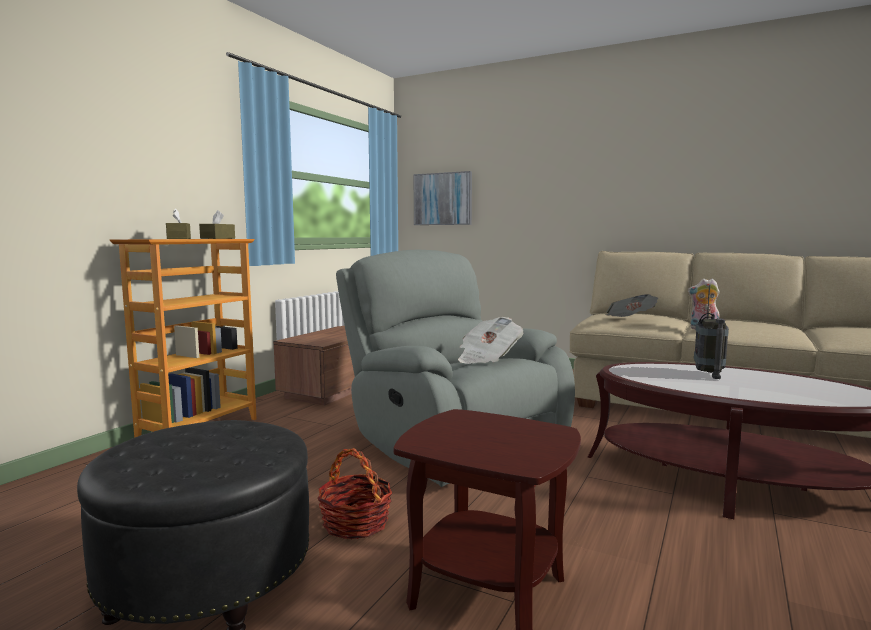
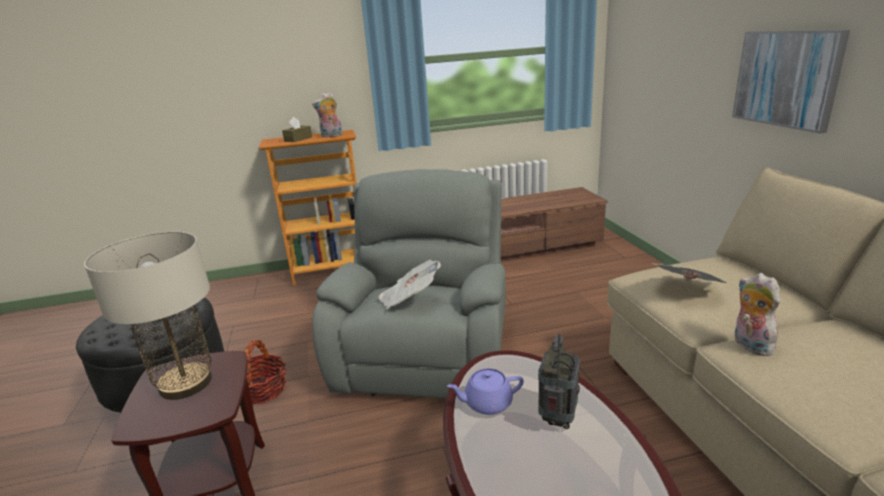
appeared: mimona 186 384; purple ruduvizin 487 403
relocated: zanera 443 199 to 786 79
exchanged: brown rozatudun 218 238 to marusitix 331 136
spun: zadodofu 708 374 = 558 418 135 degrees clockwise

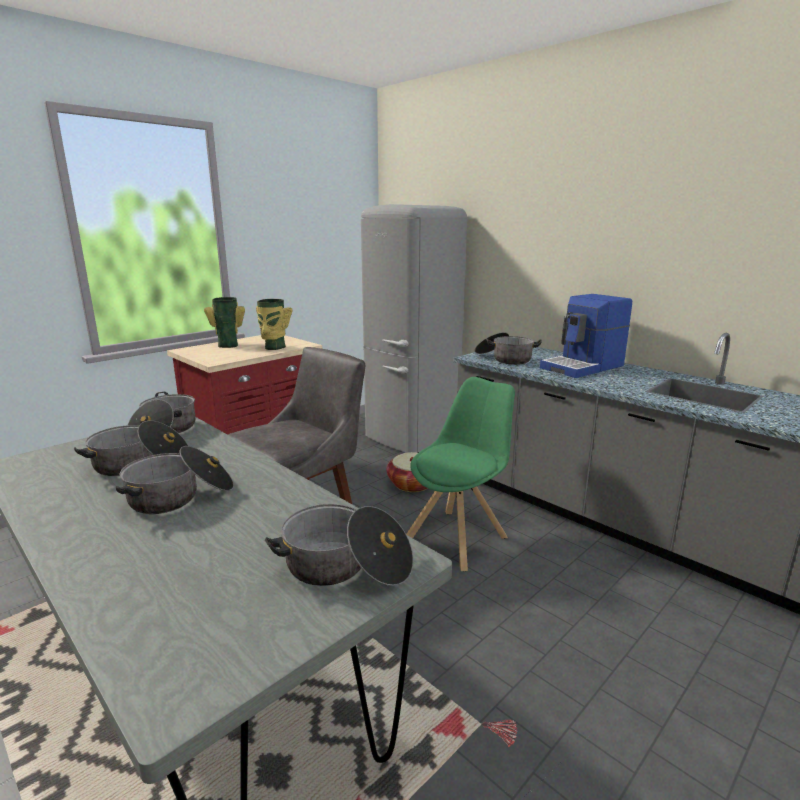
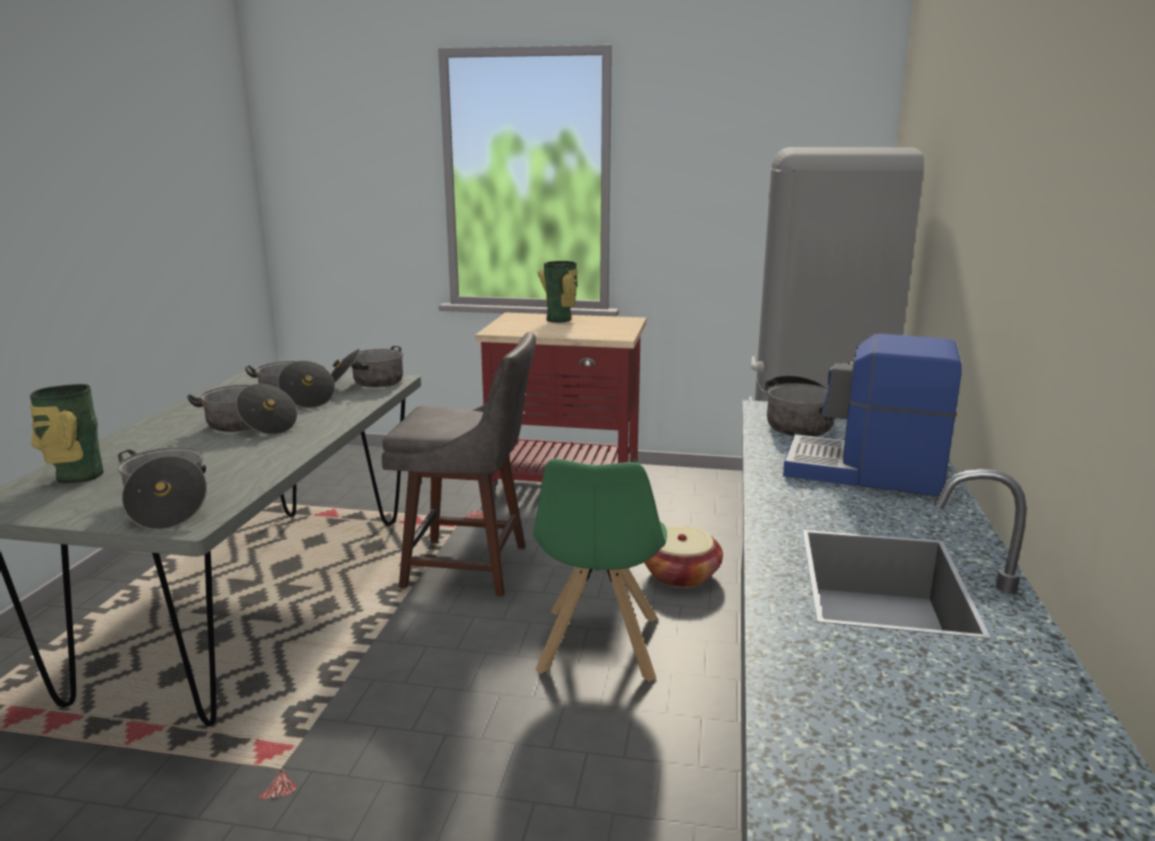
relocated: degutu 273 347 to 77 476
spun: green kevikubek 458 536 = 599 648 90 degrees clockwise

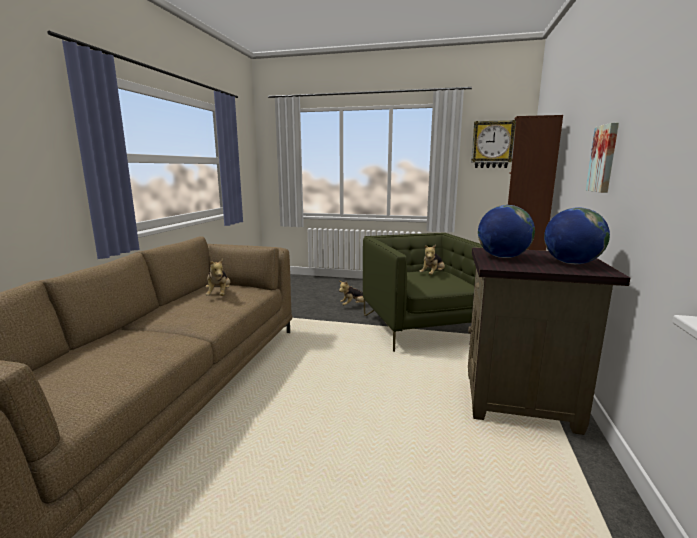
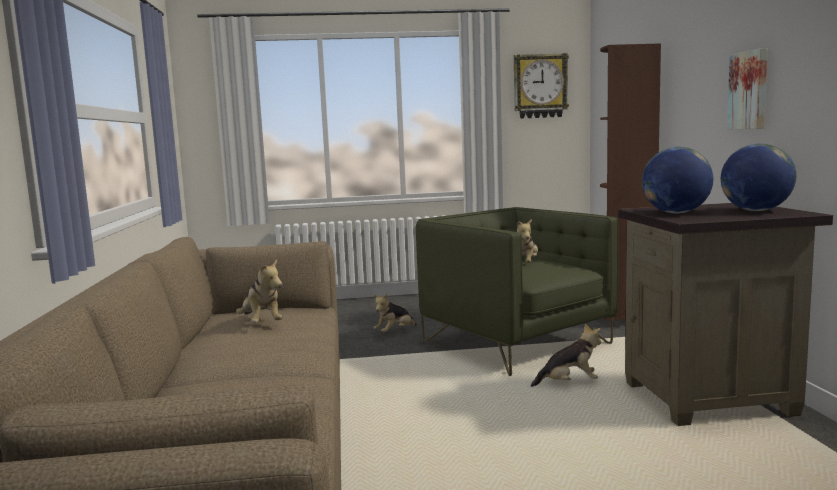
appeared: marusitix 569 383

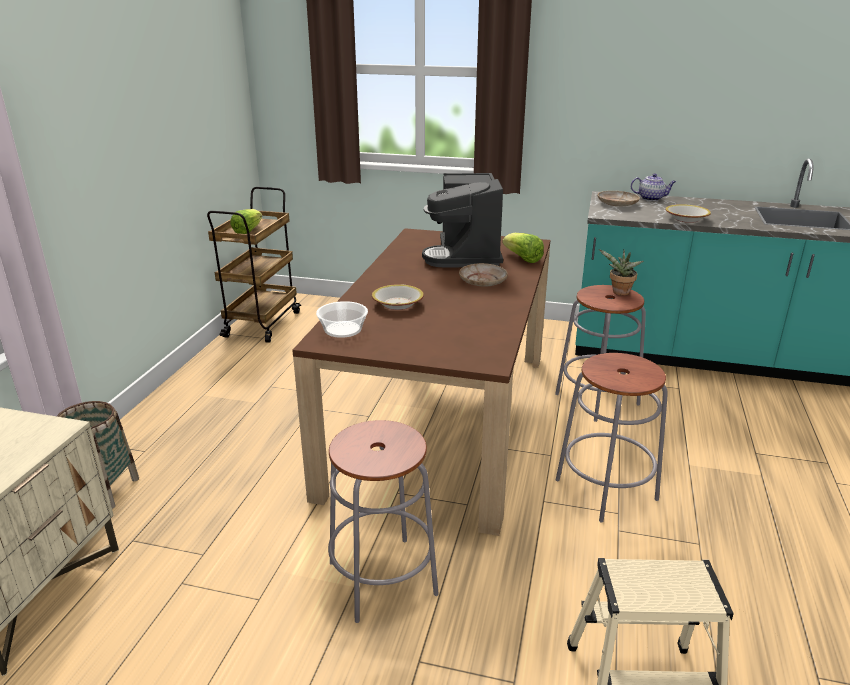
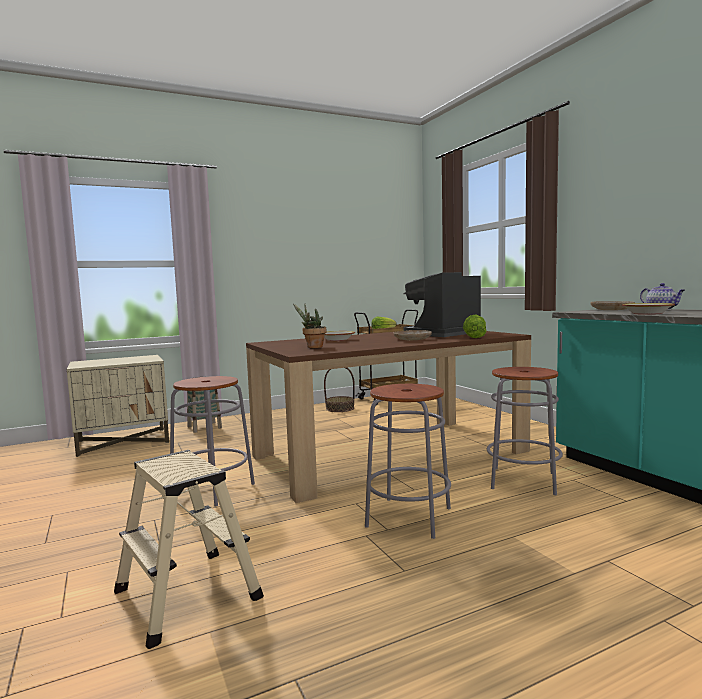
missing: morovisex 342 329
appeared: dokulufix 340 408
relocated: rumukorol 619 293 to 312 347

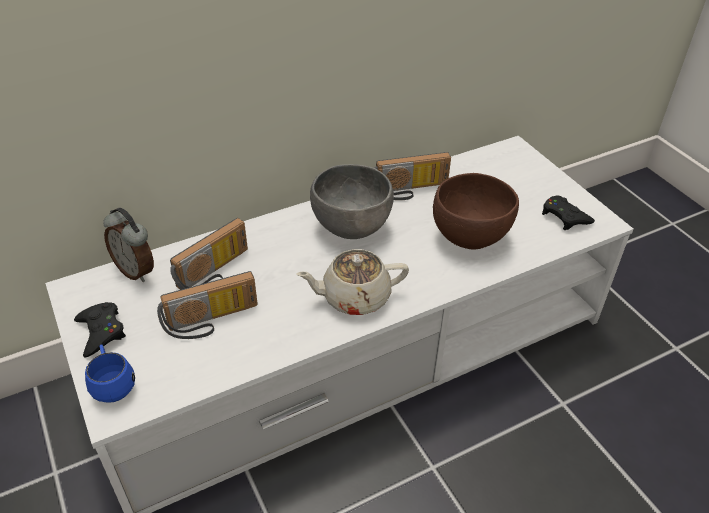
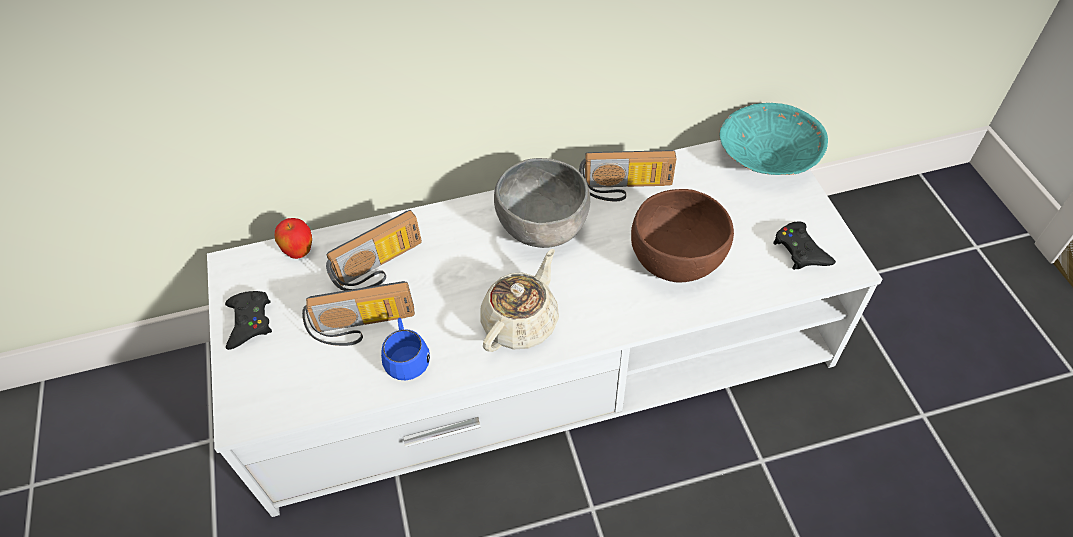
appeared: turquoise morovisex 766 158
relocated: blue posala 113 384 to 407 359
exchanged: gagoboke 136 270 to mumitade 300 252
spun: beige ruduvizin 354 297 = 521 321 120 degrees clockwise

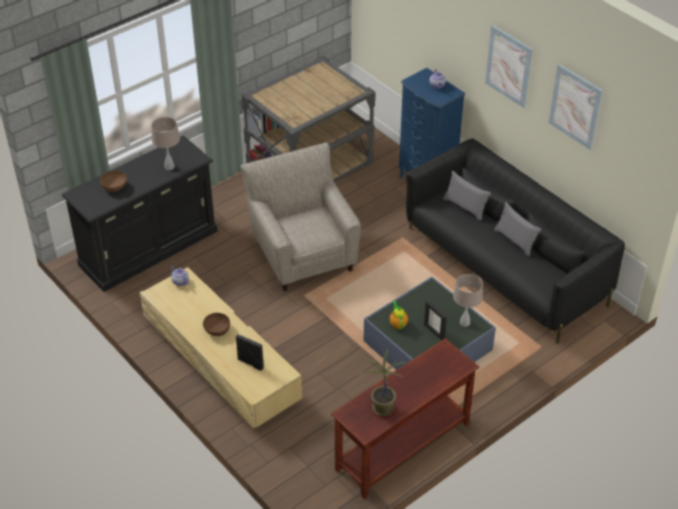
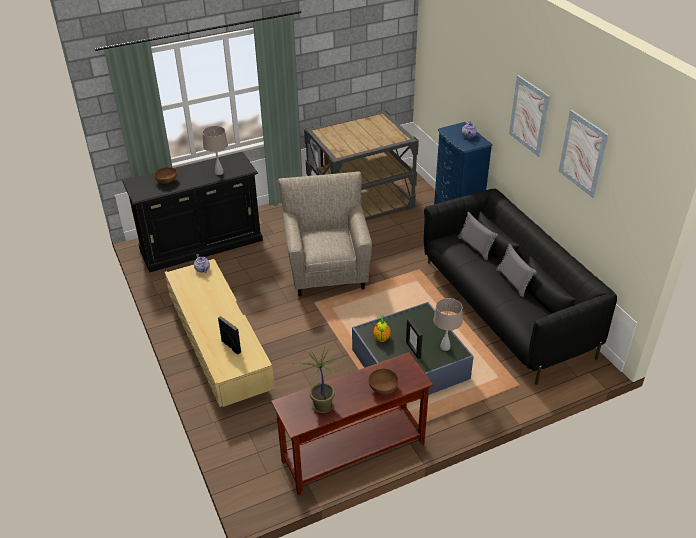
relocated: brown morovisex 217 330 to 383 388

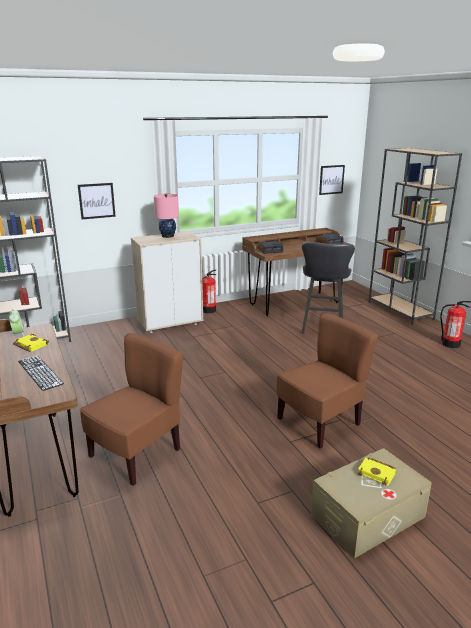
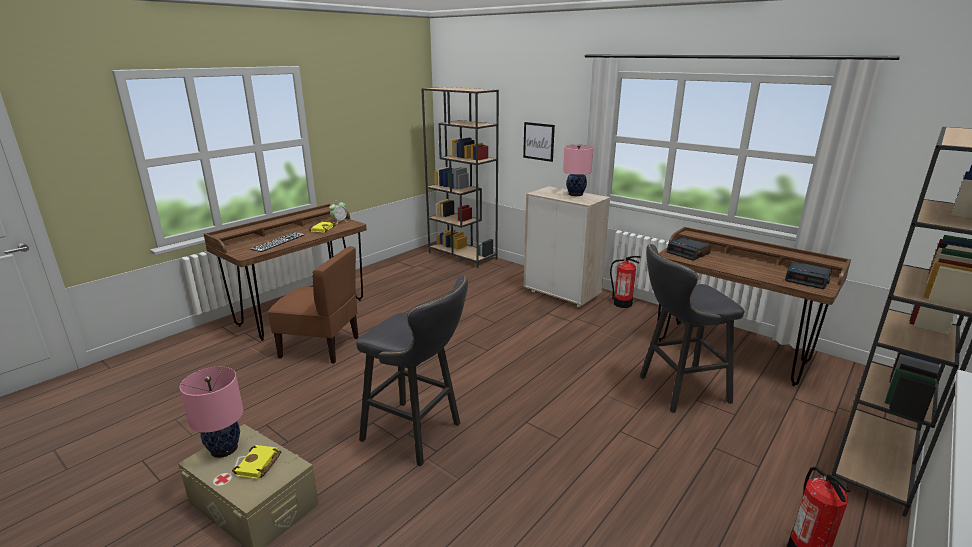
missing: zanera 331 179
appeared: pink mimona 224 449
exchanged: brown kevikubek 319 422 to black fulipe 420 435

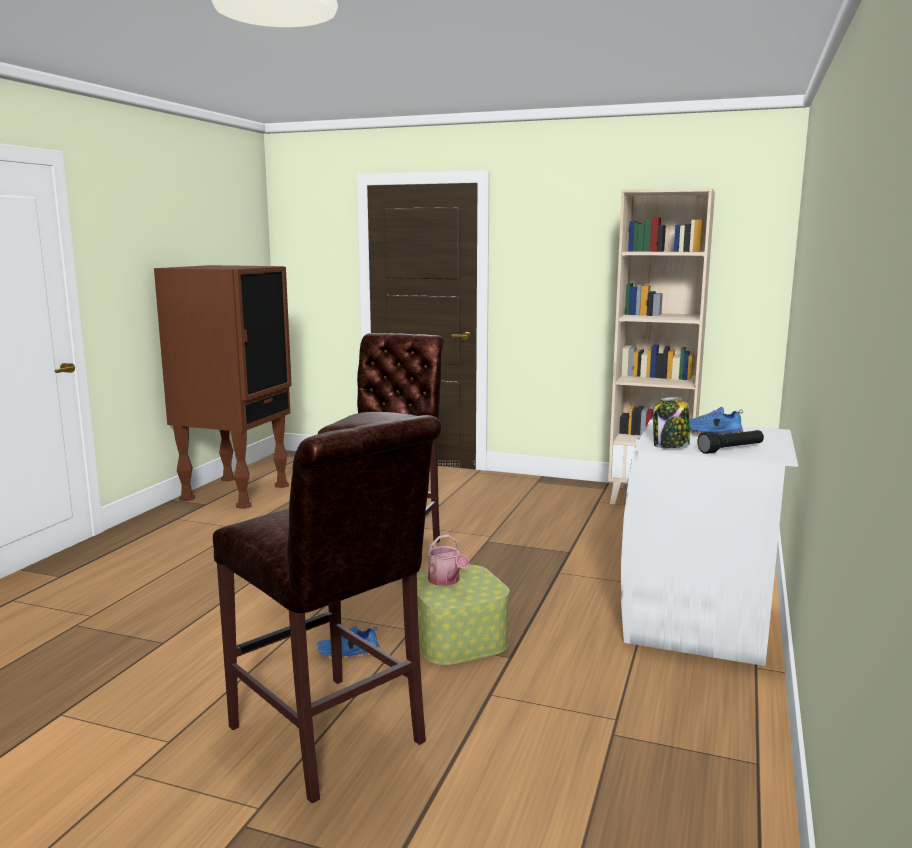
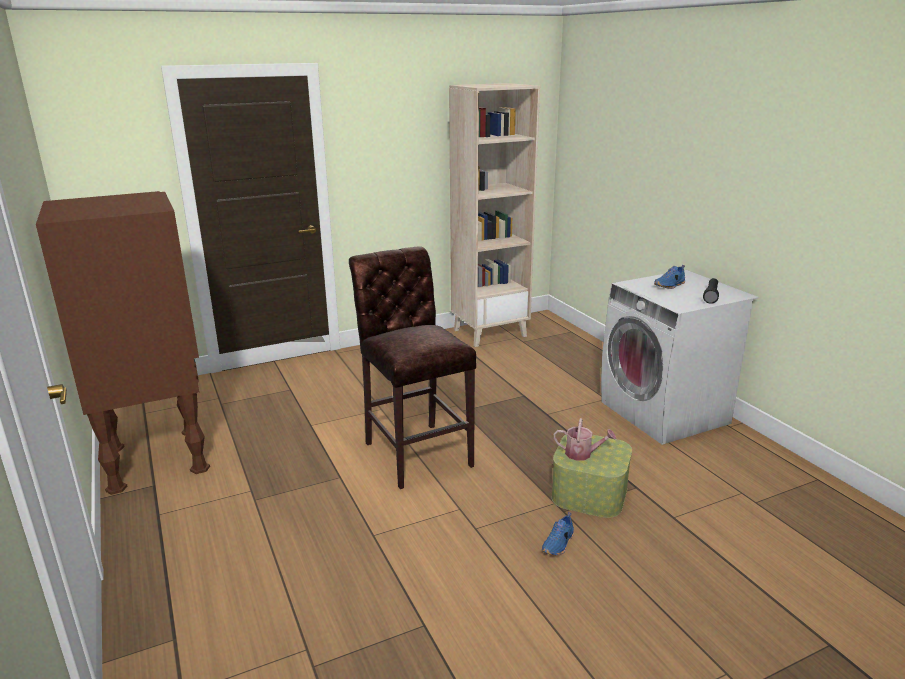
missing: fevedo 670 445; brown fulipe 331 740

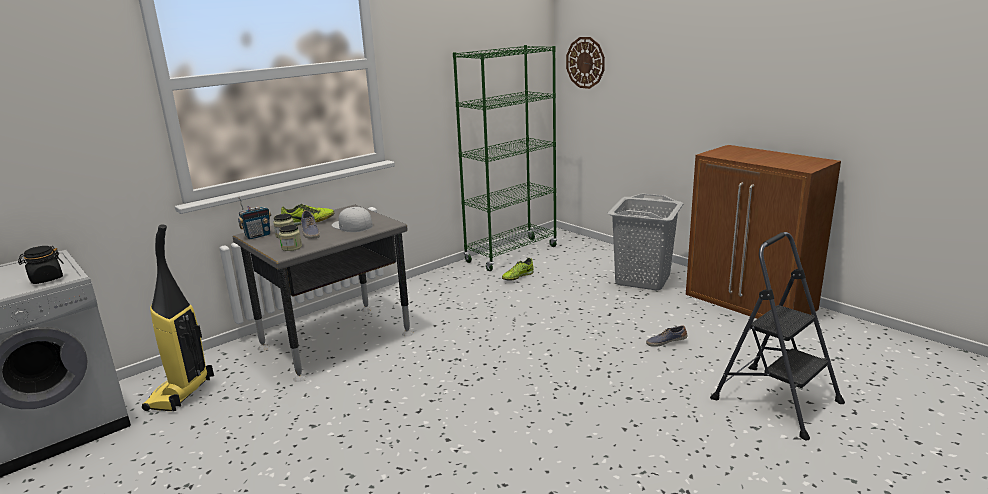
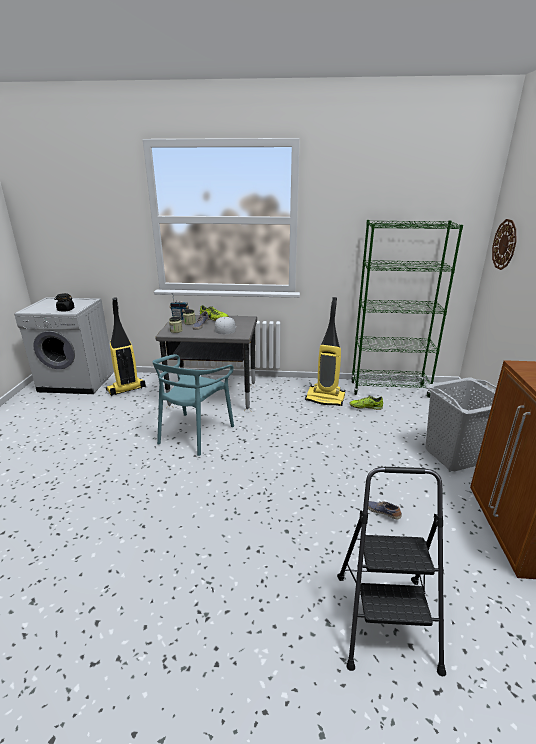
appeared: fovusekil 325 398; turquoise kevikubek 195 433

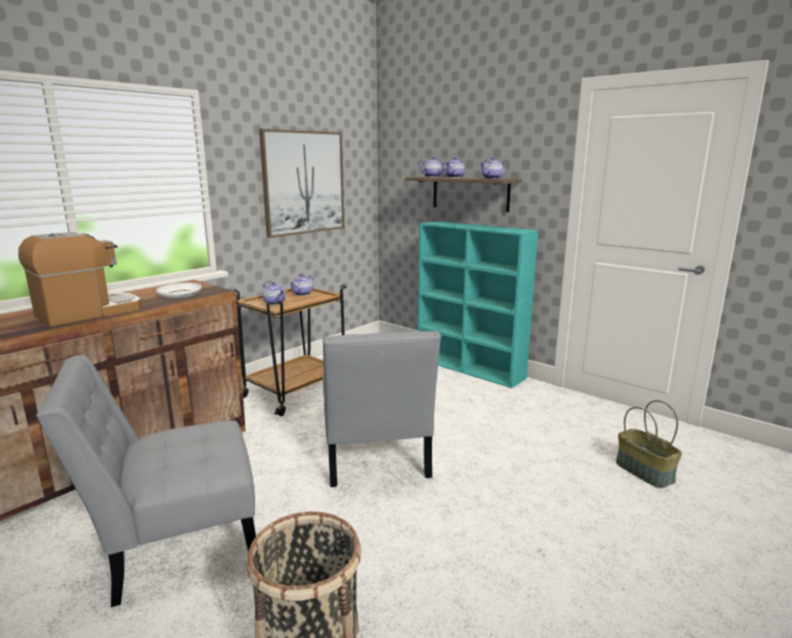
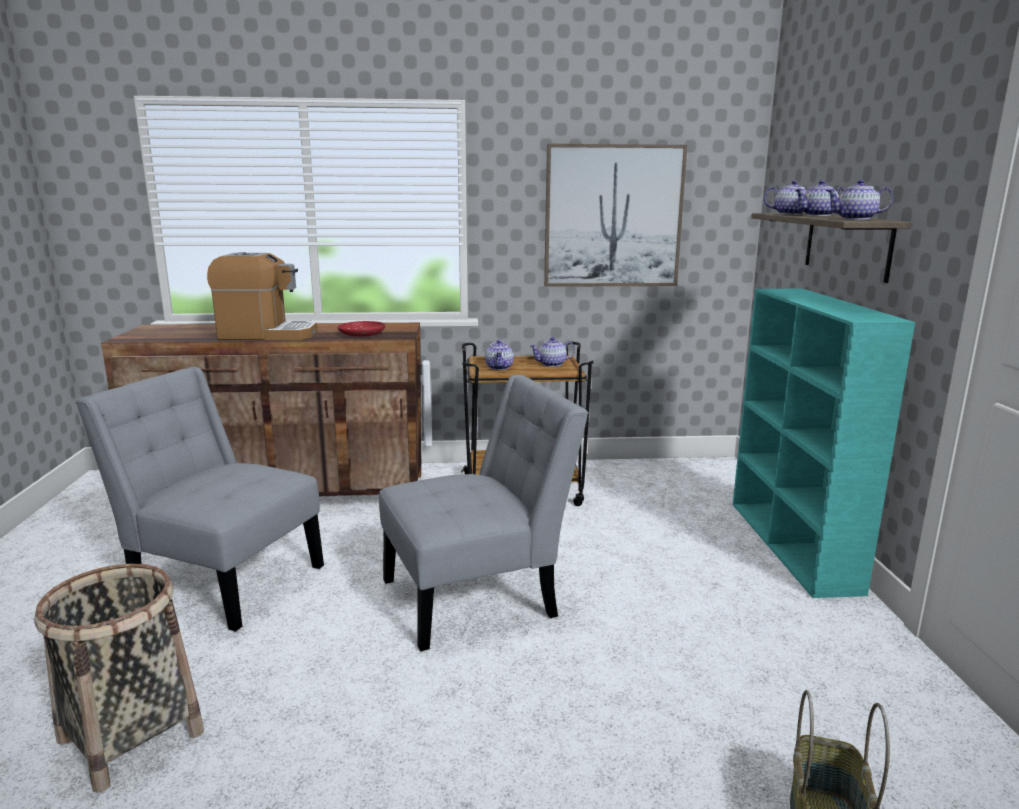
colour: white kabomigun 180 296 to red kabomigun 362 334
spun: grey kevikubek 376 459 = 478 596 150 degrees counterclockwise

